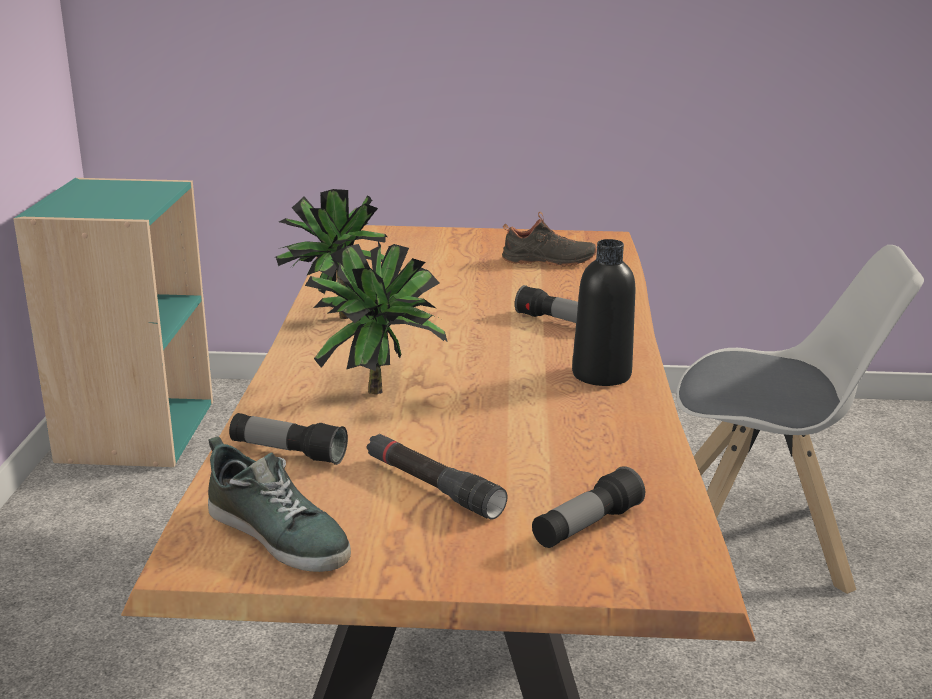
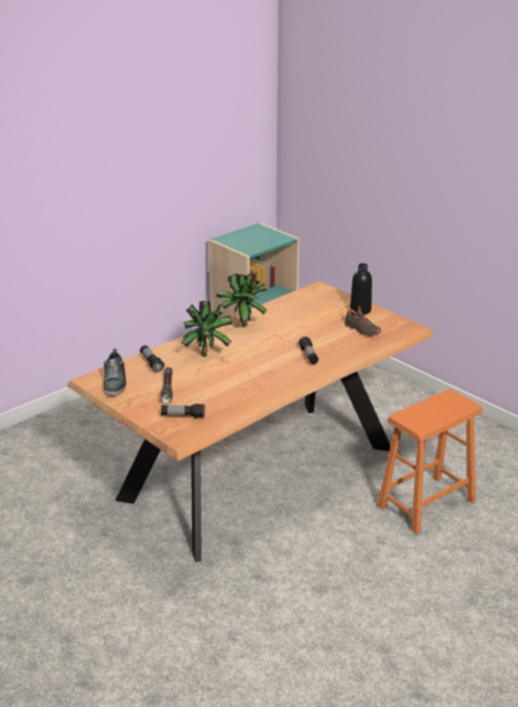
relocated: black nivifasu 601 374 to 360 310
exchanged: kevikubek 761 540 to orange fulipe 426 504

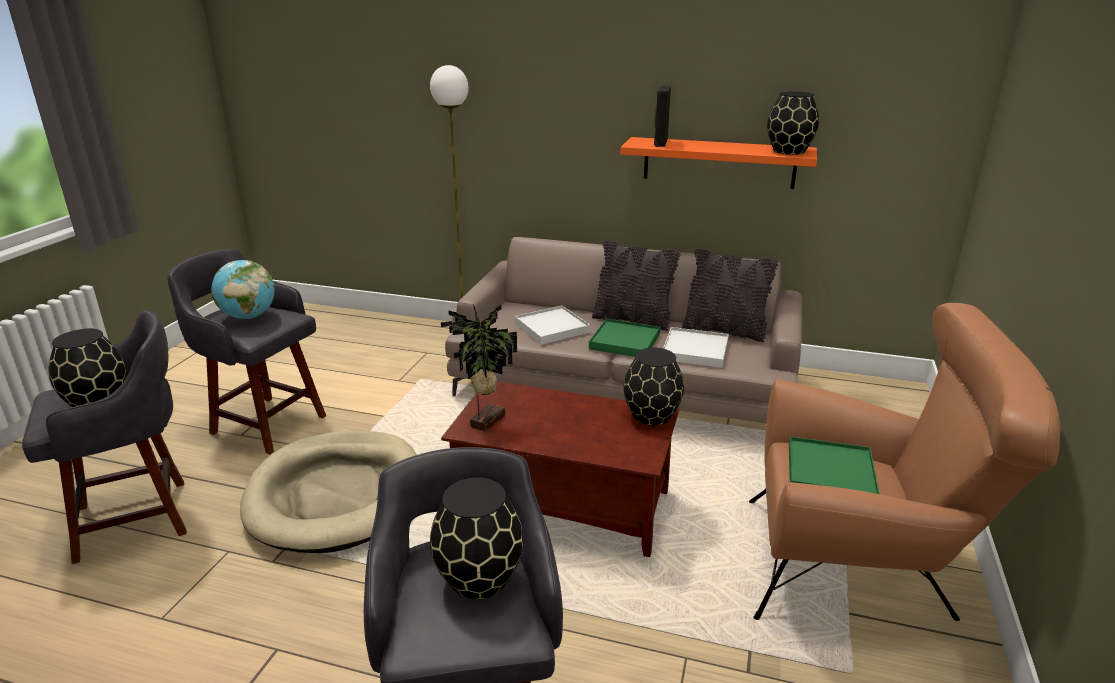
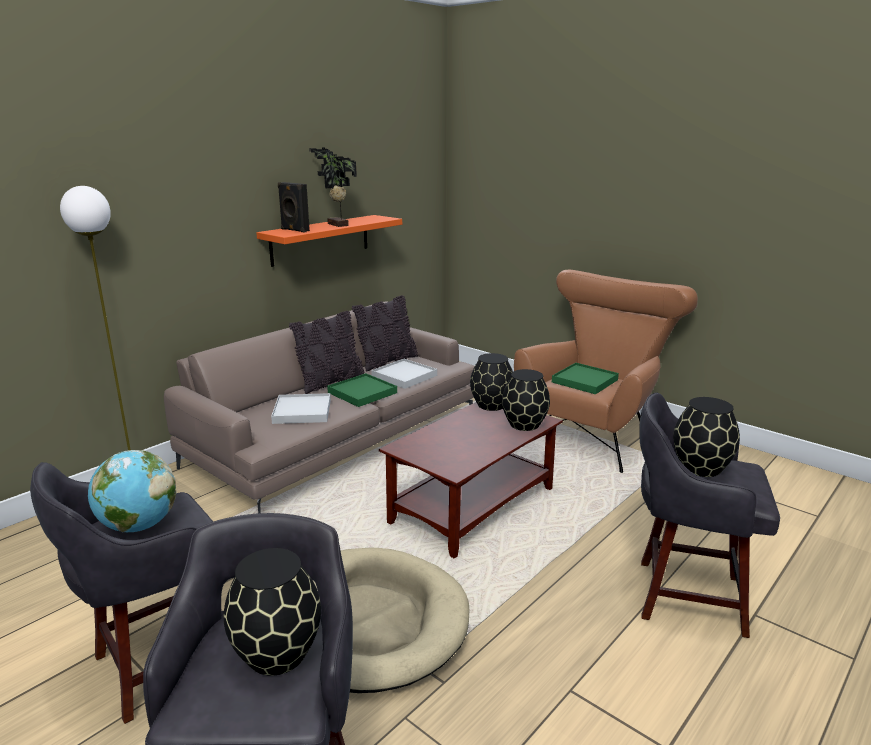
relocated: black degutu 788 151 to 524 424; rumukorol 485 420 to 336 225

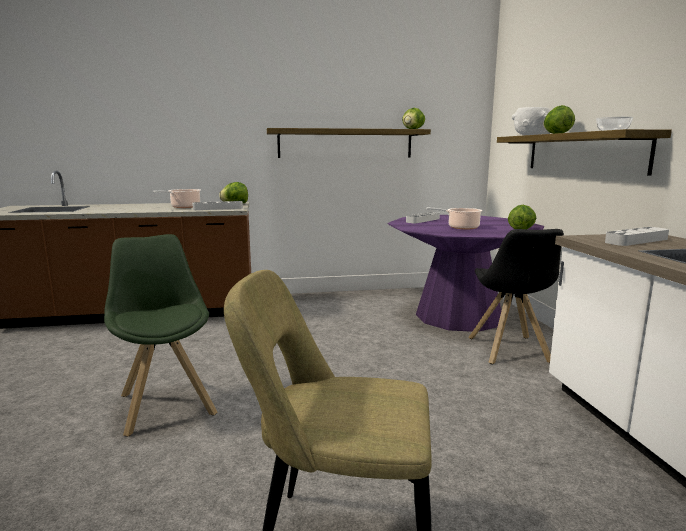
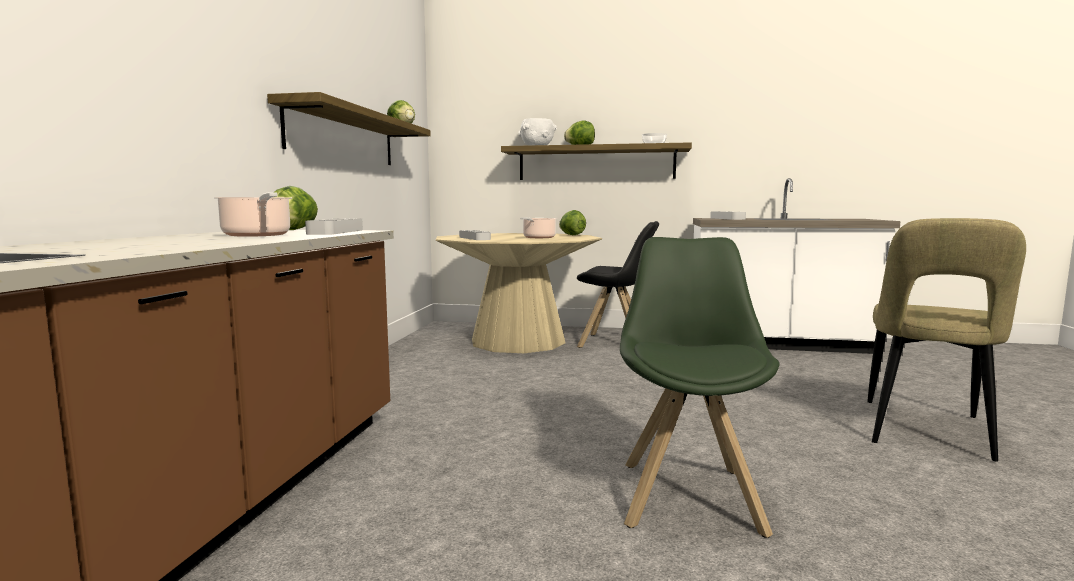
colour: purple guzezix 458 316 to beige guzezix 518 341
spun: green kevikubek 166 404 = 688 496 105 degrees clockwise

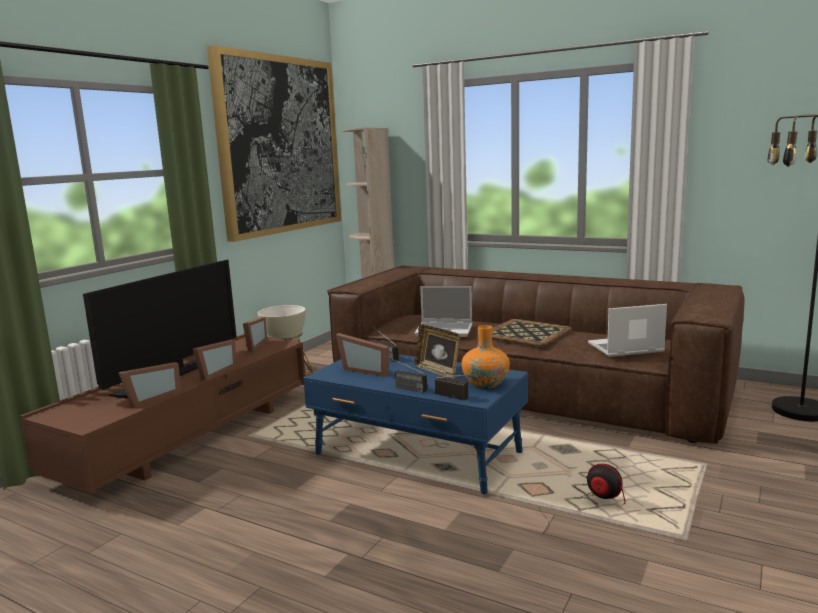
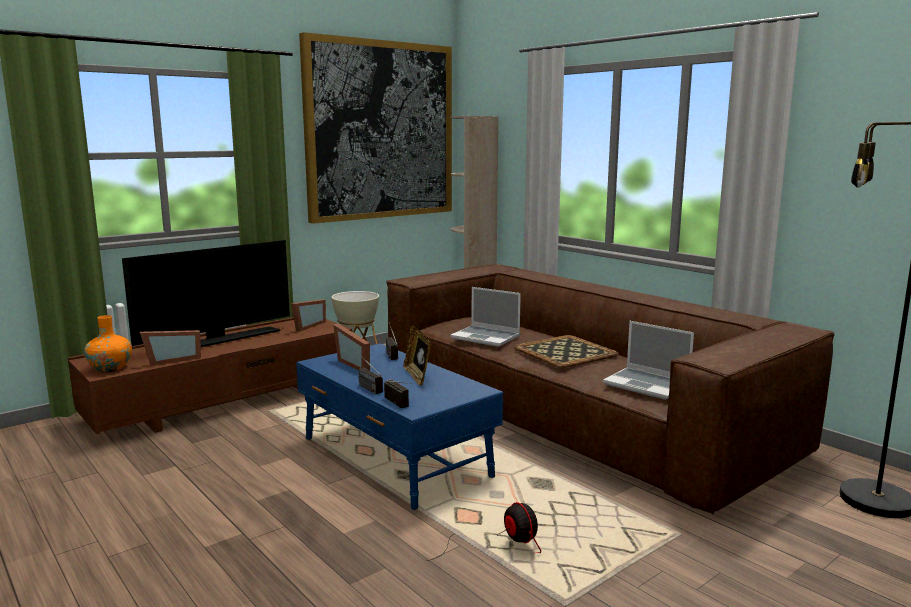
missing: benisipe 213 372
relocated: orange degutu 485 384 to 110 368
spun: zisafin 625 348 = 647 385 150 degrees counterclockwise

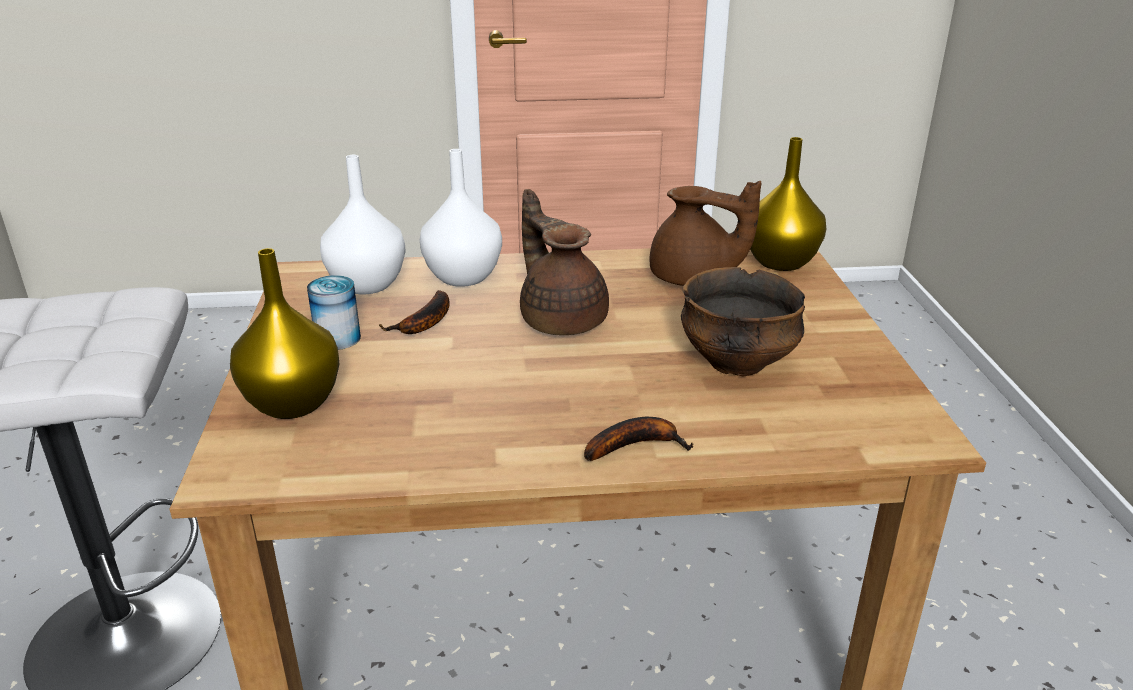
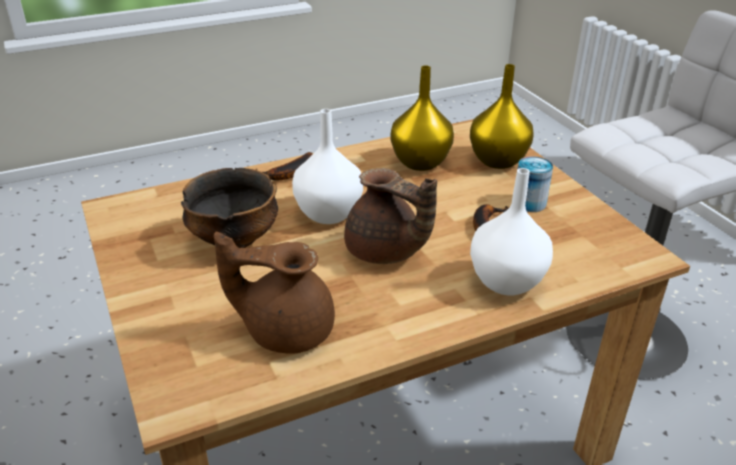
relocated: yellow degutu 781 262 to 420 163; white degutu 368 285 to 327 213

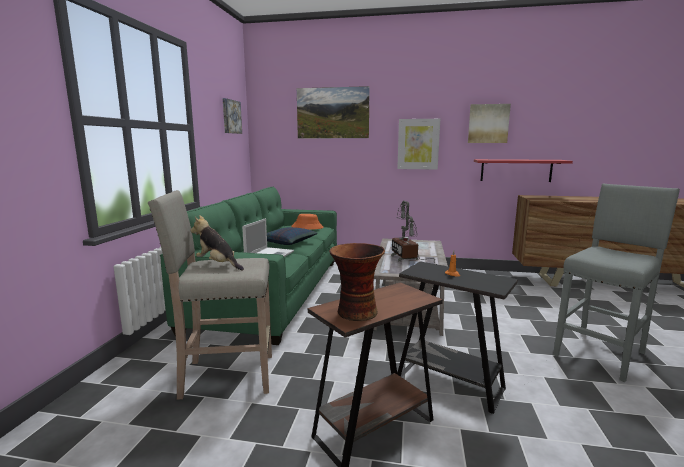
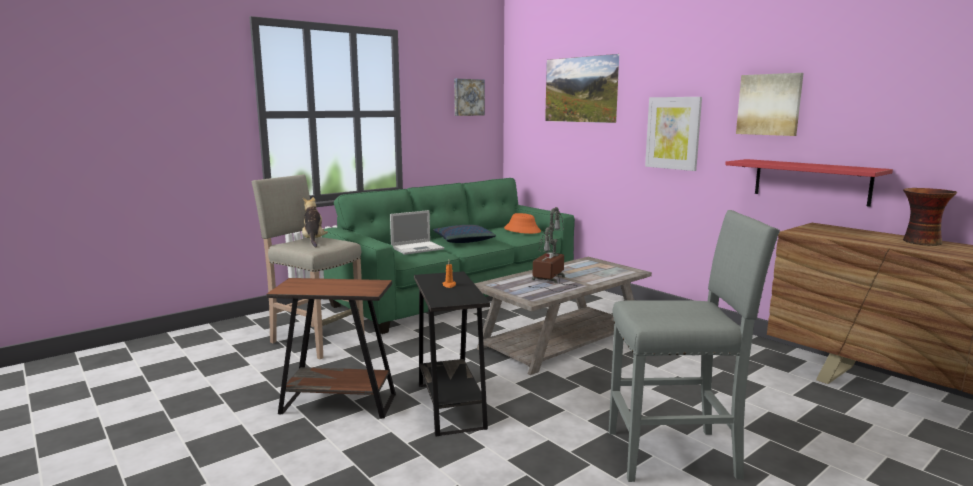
relocated: degutu 356 312 to 920 242

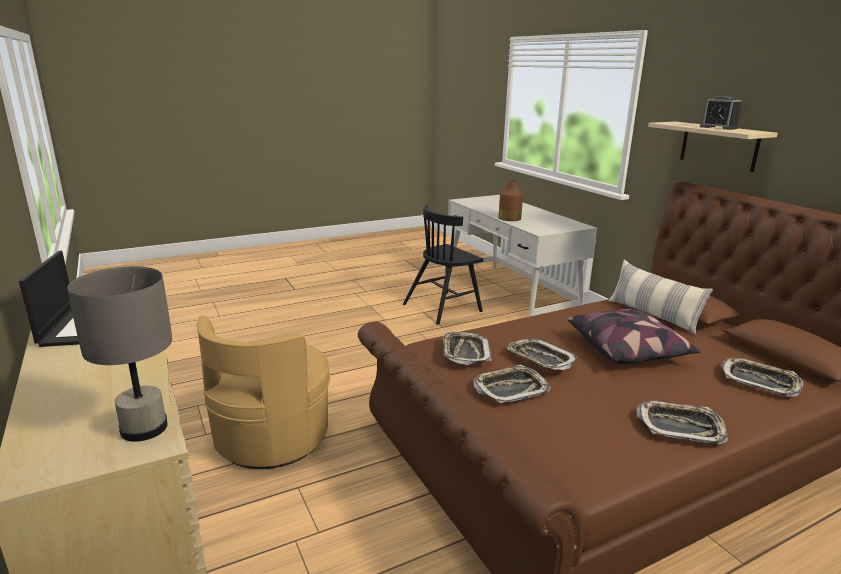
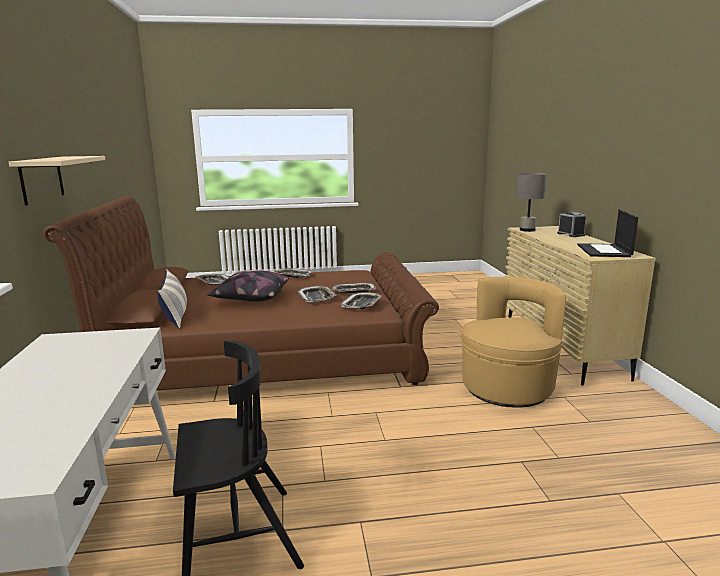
missing: brown degutu 510 218
relocated: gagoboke 718 127 to 570 234

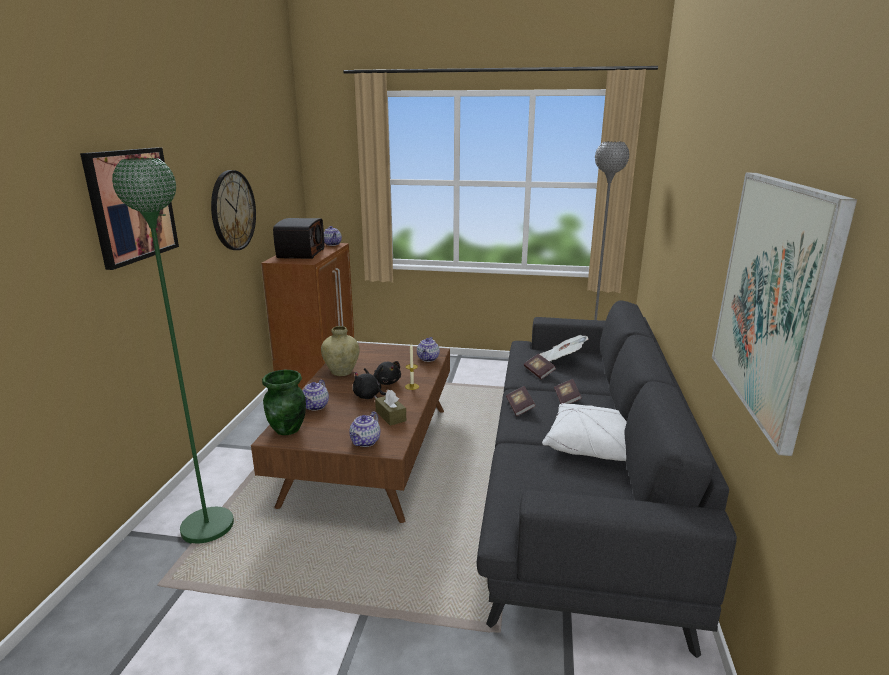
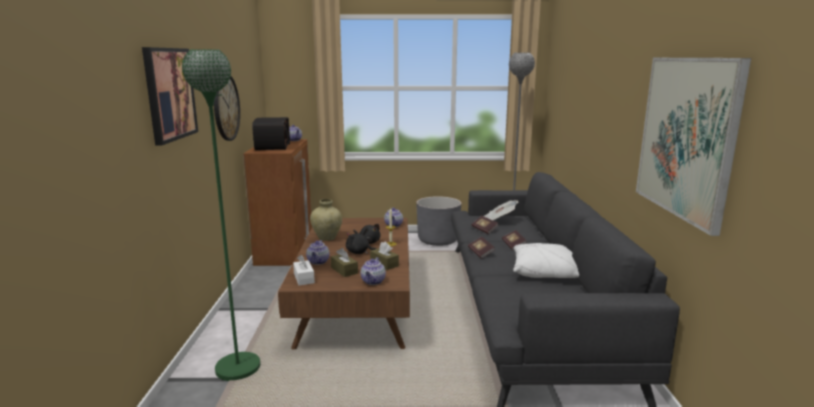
appeared: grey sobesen 438 240; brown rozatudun 344 270
exchanged: green degutu 288 429 to white rozatudun 304 278

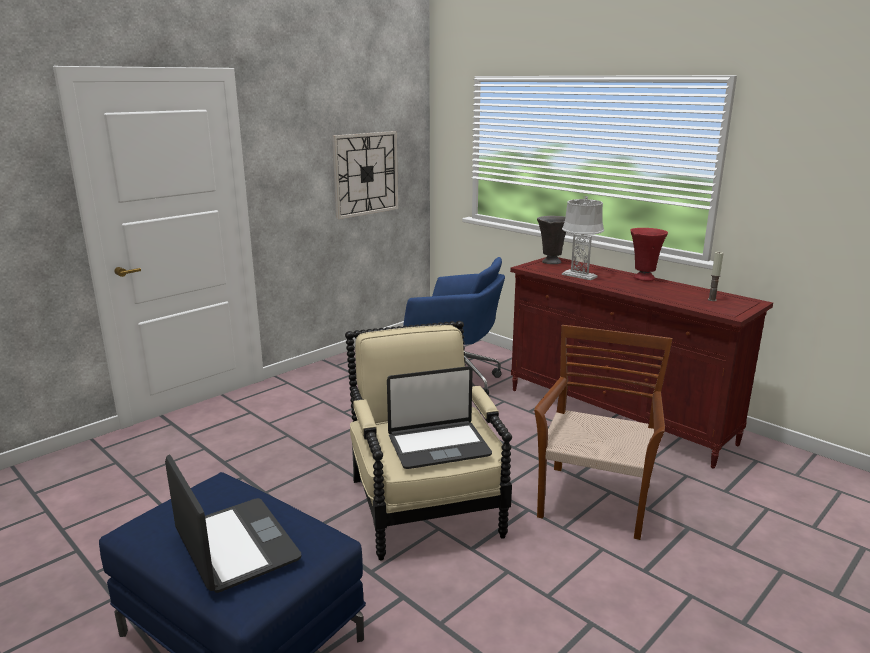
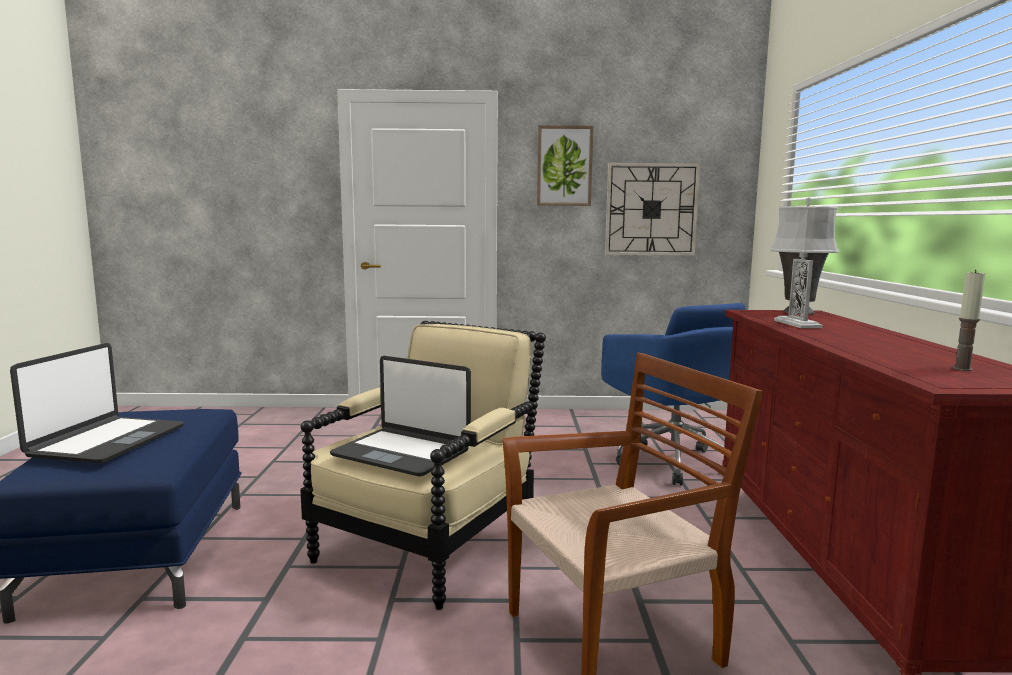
missing: red degutu 643 278
appeared: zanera 564 166

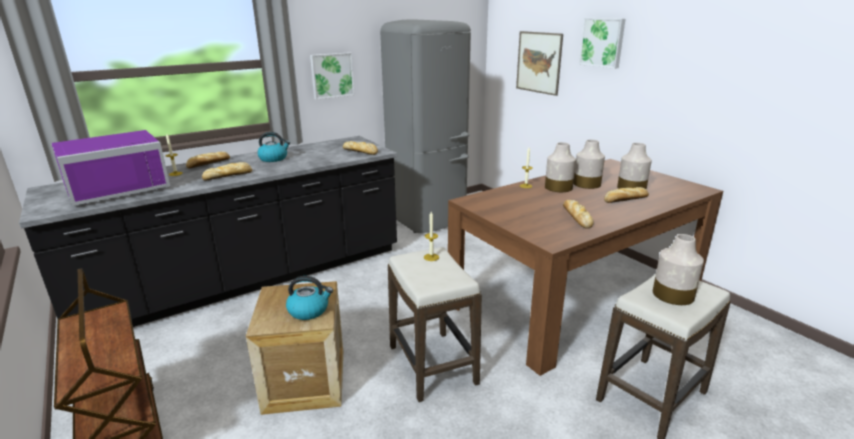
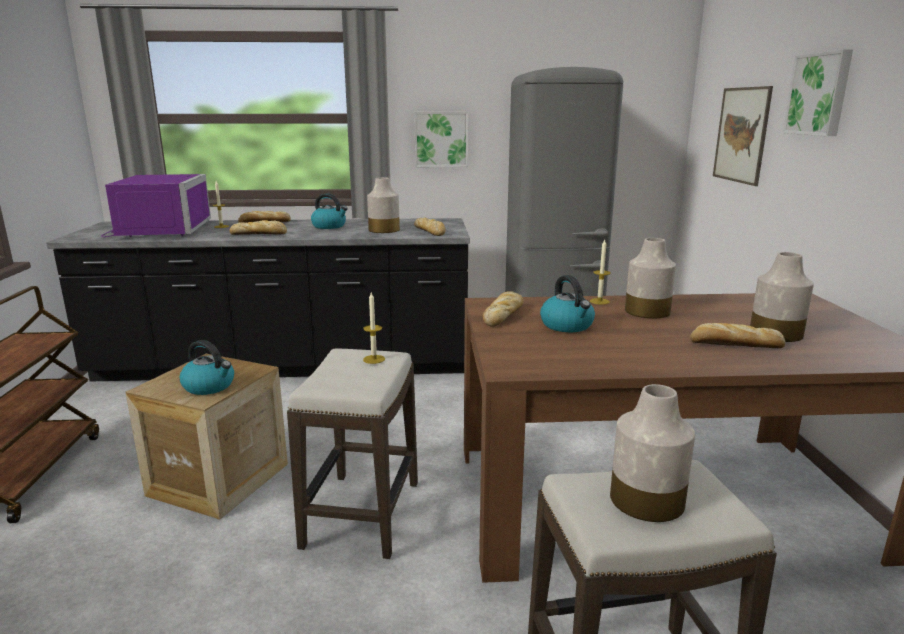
appeared: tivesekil 567 325
relocated: beige degutu 587 184 to 383 230; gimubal 576 217 to 503 315
spun: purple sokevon 118 187 = 158 230 90 degrees counterclockwise

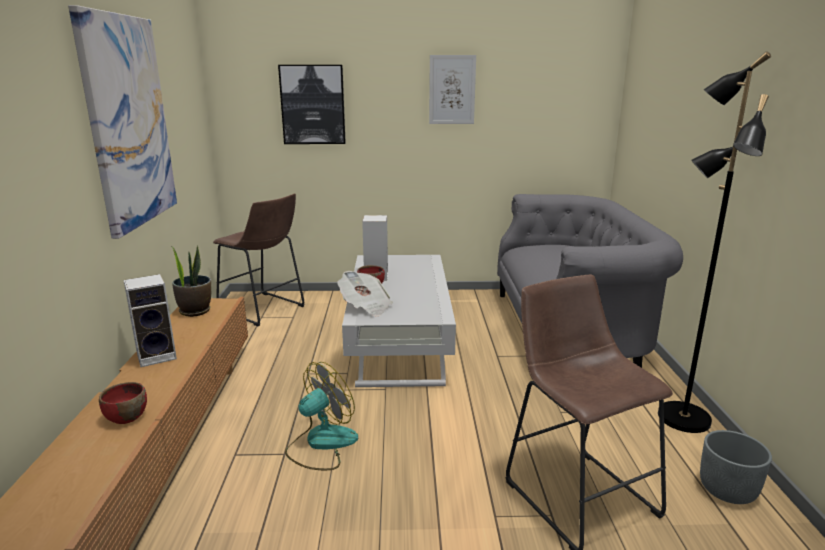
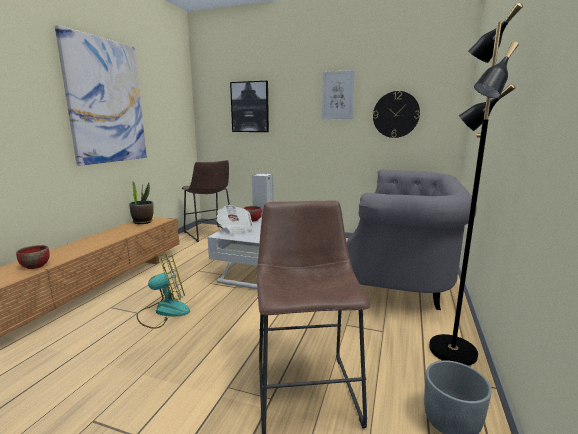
missing: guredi 158 356
appeared: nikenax 396 114

